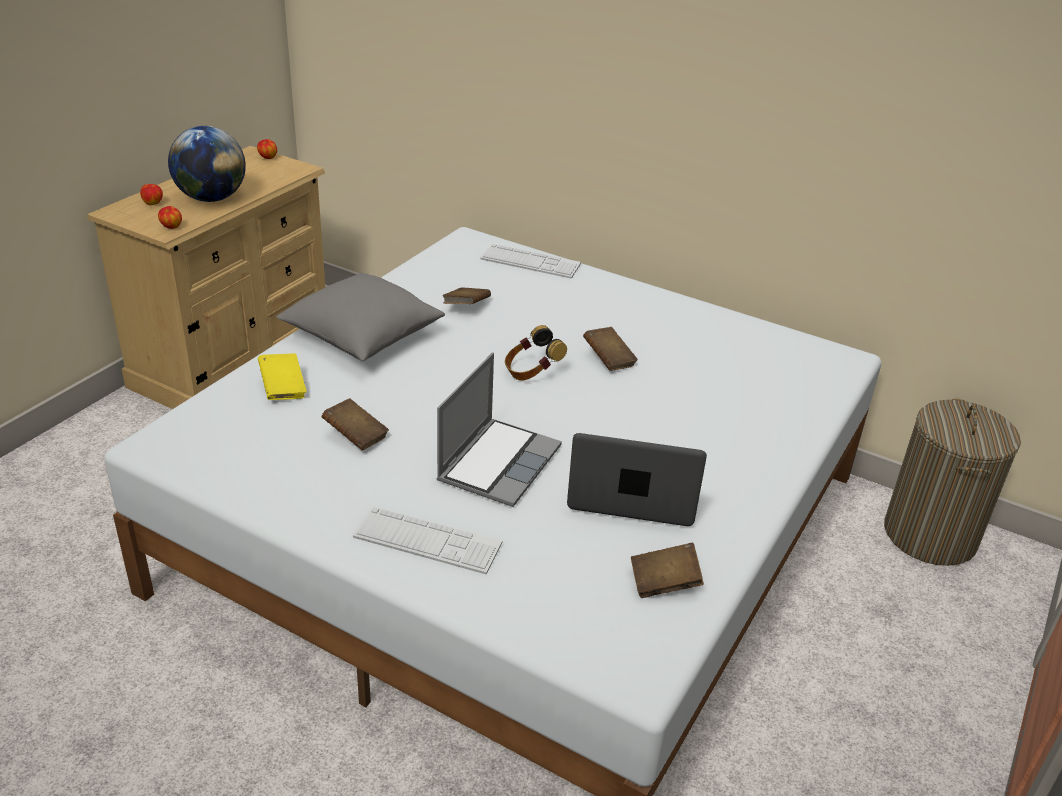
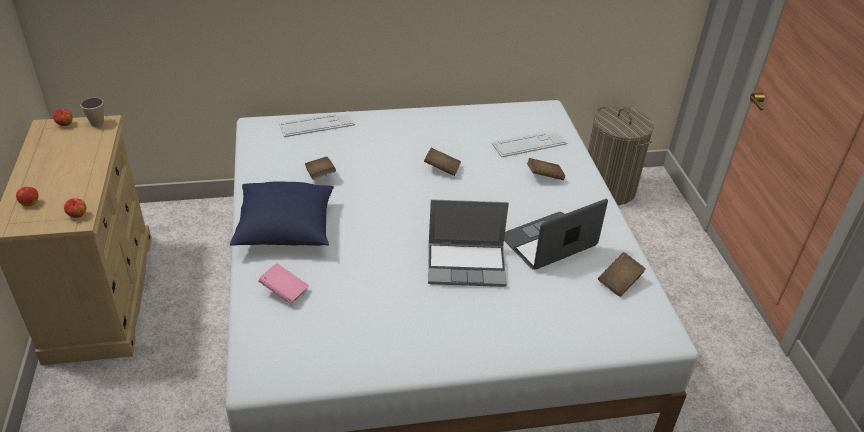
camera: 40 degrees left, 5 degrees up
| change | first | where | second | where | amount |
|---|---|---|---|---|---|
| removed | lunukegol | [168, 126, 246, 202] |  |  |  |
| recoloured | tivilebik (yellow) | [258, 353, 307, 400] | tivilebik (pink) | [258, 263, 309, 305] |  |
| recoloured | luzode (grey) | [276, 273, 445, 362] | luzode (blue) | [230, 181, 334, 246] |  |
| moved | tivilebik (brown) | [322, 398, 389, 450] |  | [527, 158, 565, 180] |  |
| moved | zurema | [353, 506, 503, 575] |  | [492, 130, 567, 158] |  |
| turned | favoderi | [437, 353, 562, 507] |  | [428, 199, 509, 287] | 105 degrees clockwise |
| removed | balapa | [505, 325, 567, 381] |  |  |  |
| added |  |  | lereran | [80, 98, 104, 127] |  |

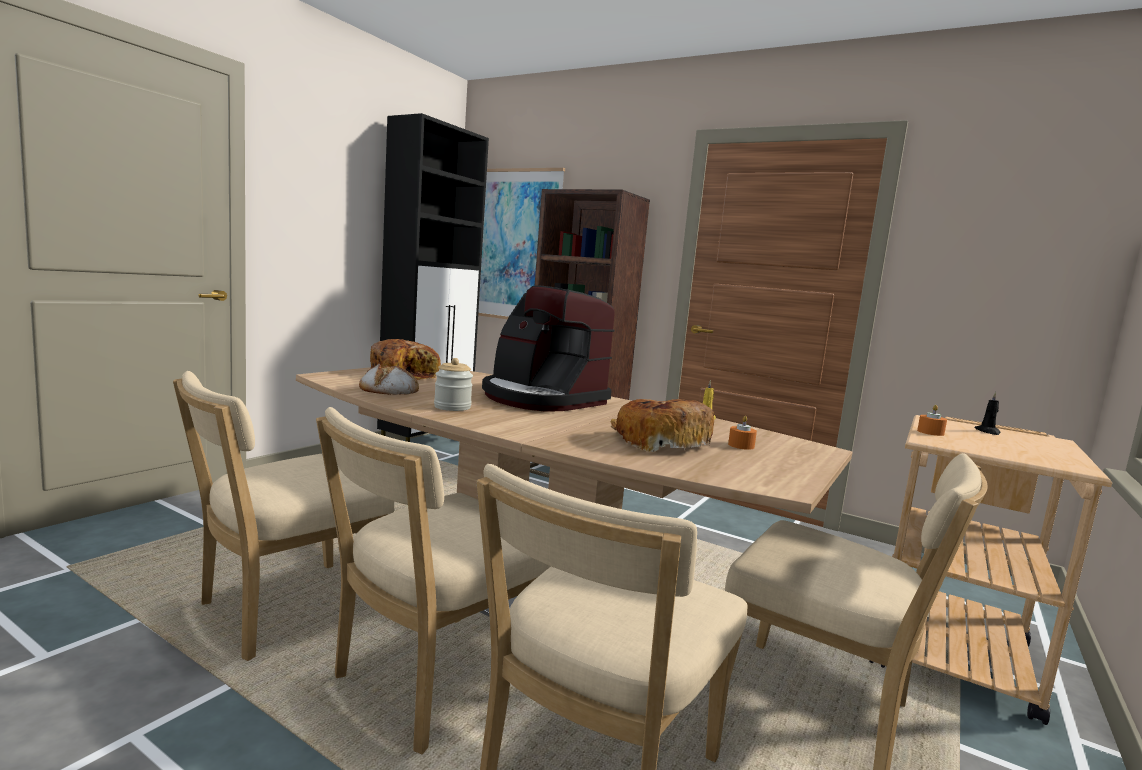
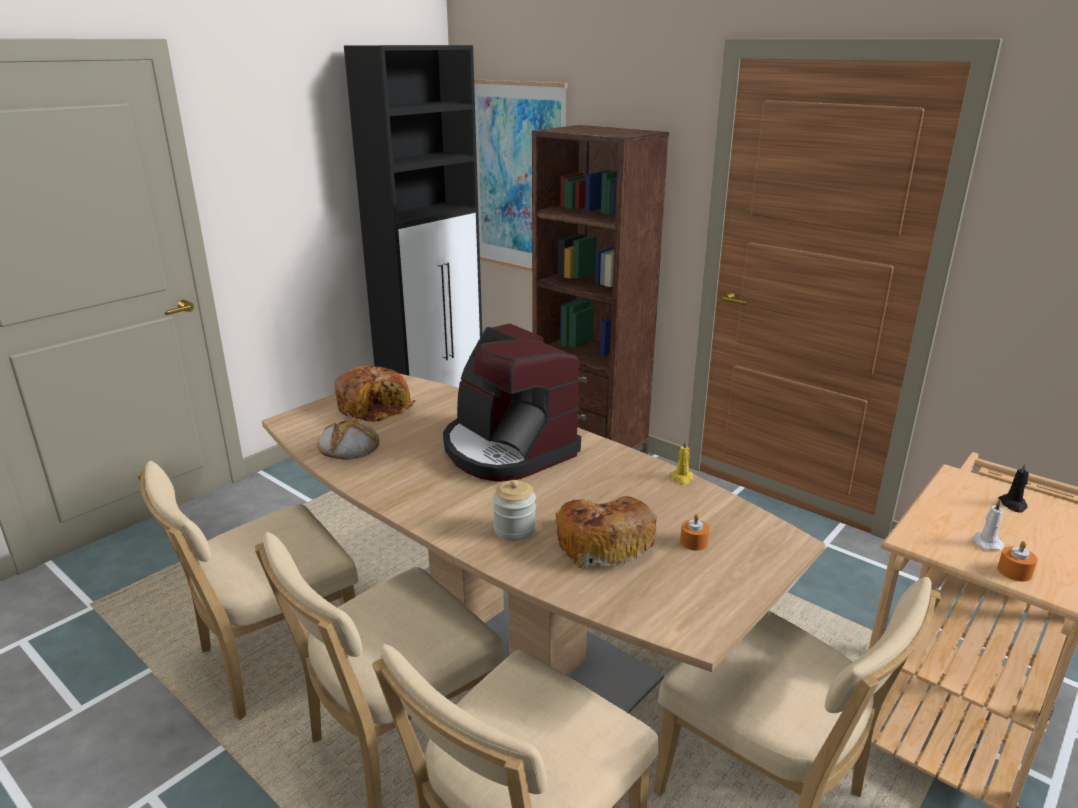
camera: 10 degrees right, 15 degrees up
| change | first | where | second | where | amount |
|---|---|---|---|---|---|
| moved | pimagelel | [434, 358, 473, 411] |  | [493, 480, 536, 541] |  |
| moved | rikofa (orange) | [917, 405, 947, 436] |  | [997, 541, 1038, 581] |  |
| added |  |  | rikofa (white) | [972, 499, 1004, 550] |  |

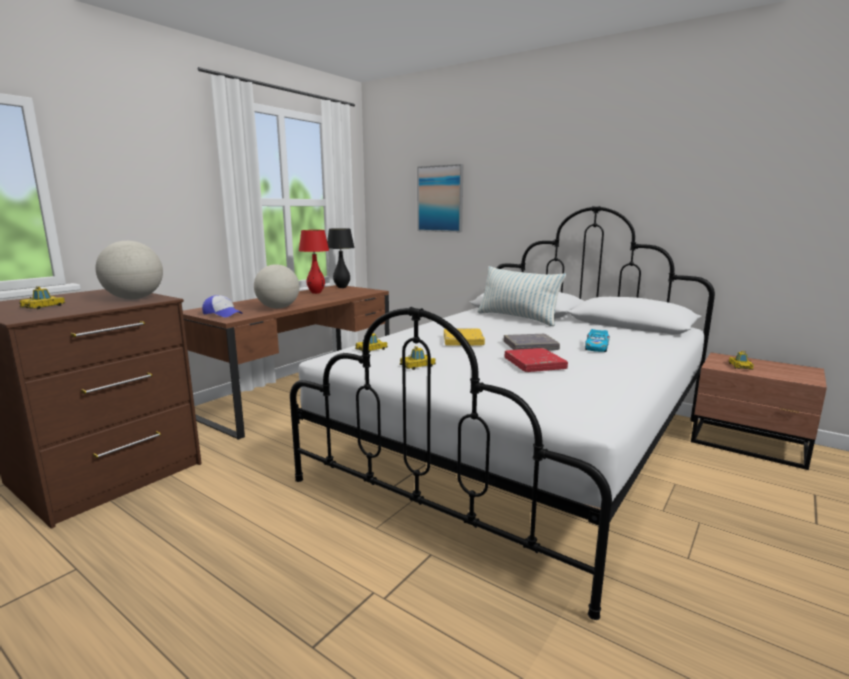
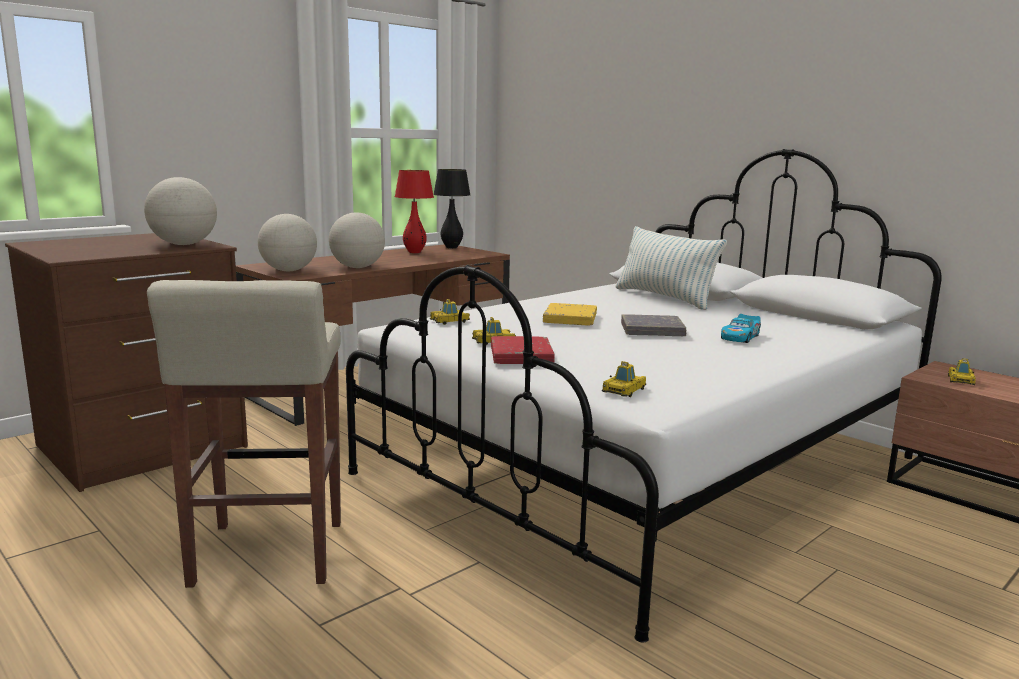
camera: 10 degrees right, 0 degrees up
| change | first | where | second | where | amount |
|---|---|---|---|---|---|
| moved | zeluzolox | [20, 286, 65, 310] |  | [602, 361, 646, 397] |  |
| replaced | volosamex | [202, 295, 243, 317] | lunukegol | [258, 214, 317, 271] |  |
| removed | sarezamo | [417, 164, 463, 232] |  |  |  |
| moved | tivilebik (red) | [505, 348, 568, 372] |  | [491, 336, 555, 364] |  |
| added |  |  | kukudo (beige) | [147, 280, 341, 588] |  |

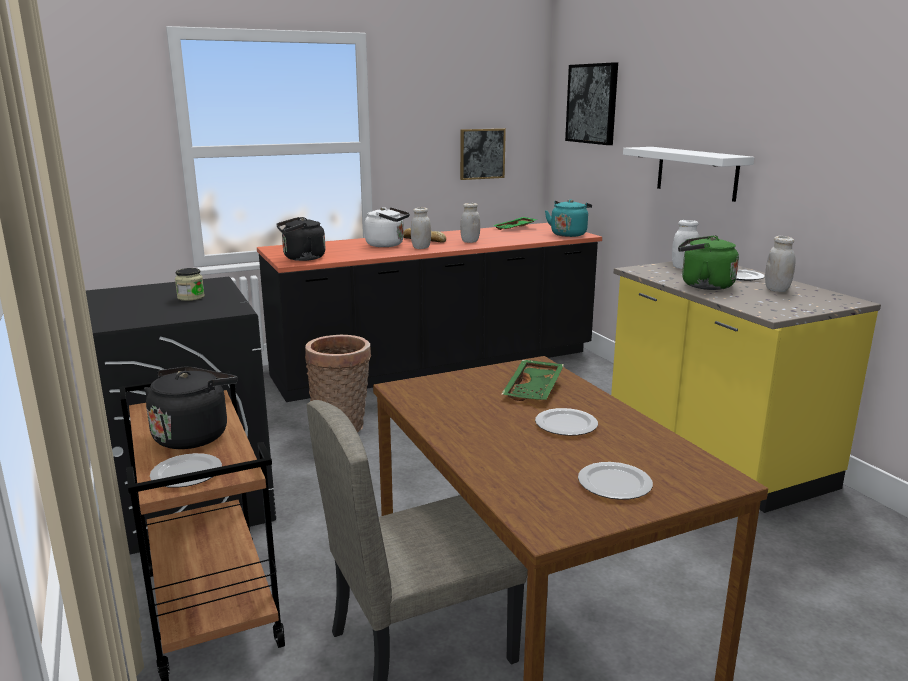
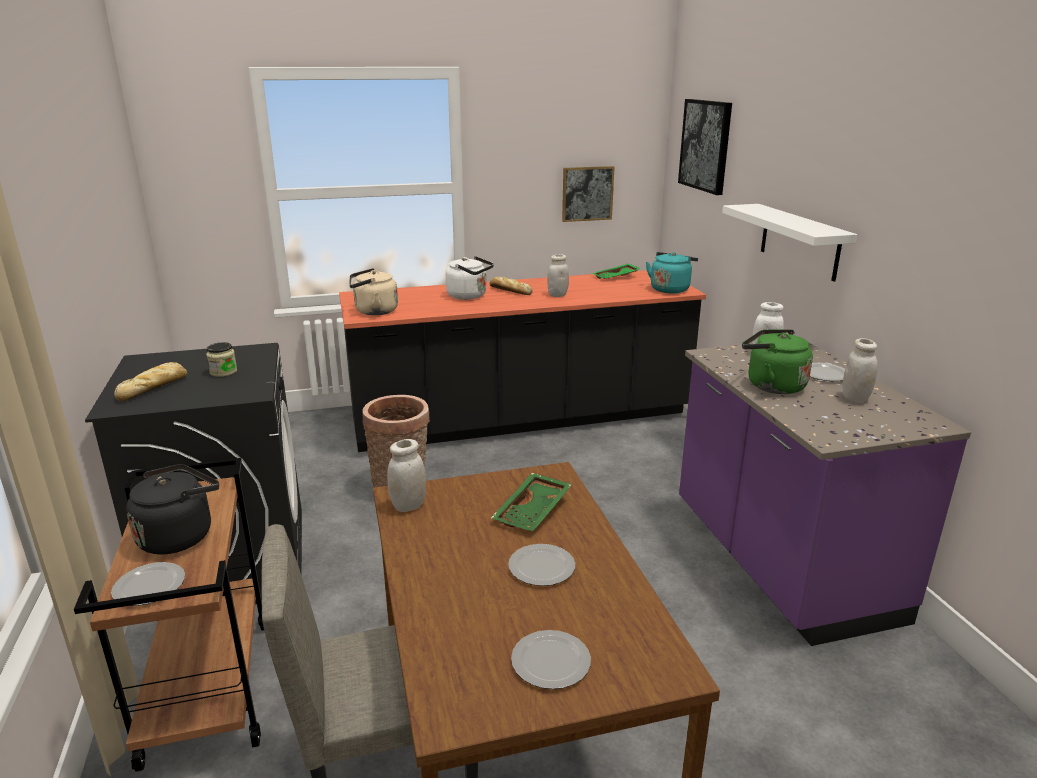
camera: 10 degrees right, 5 degrees up
| change | first | where | second | where | amount |
|---|---|---|---|---|---|
| recoloured | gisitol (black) | [276, 217, 326, 261] | gisitol (beige) | [349, 268, 398, 315] |  |
| moved | pimagelel (white) | [411, 207, 431, 249] |  | [387, 439, 426, 512] |  |
| recoloured | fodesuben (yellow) | [611, 261, 881, 513] | fodesuben (purple) | [679, 342, 971, 646] |  |
| added |  |  | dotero | [114, 362, 187, 402] |  |

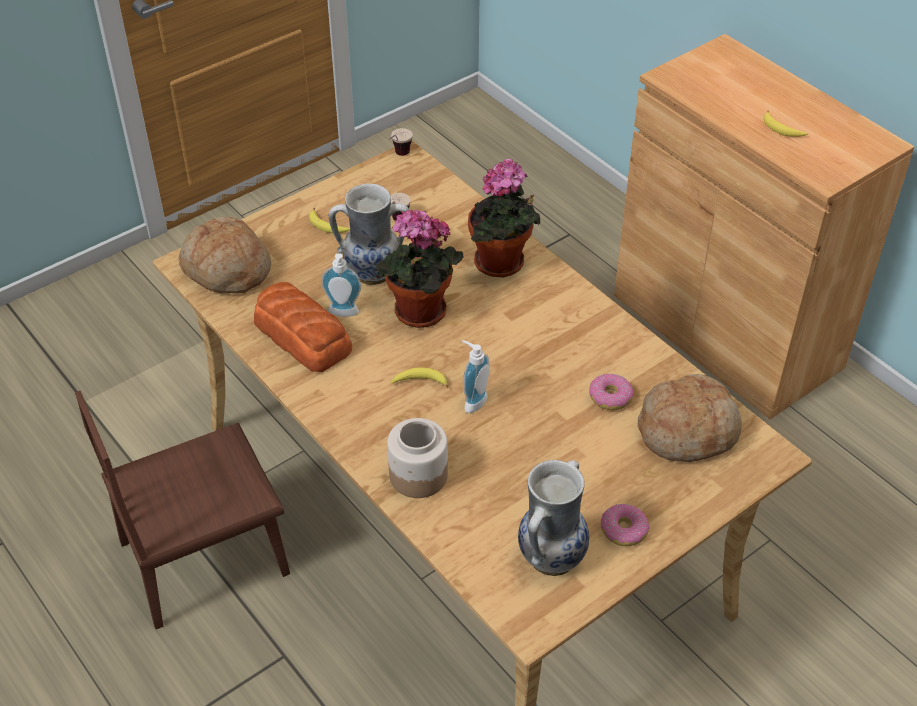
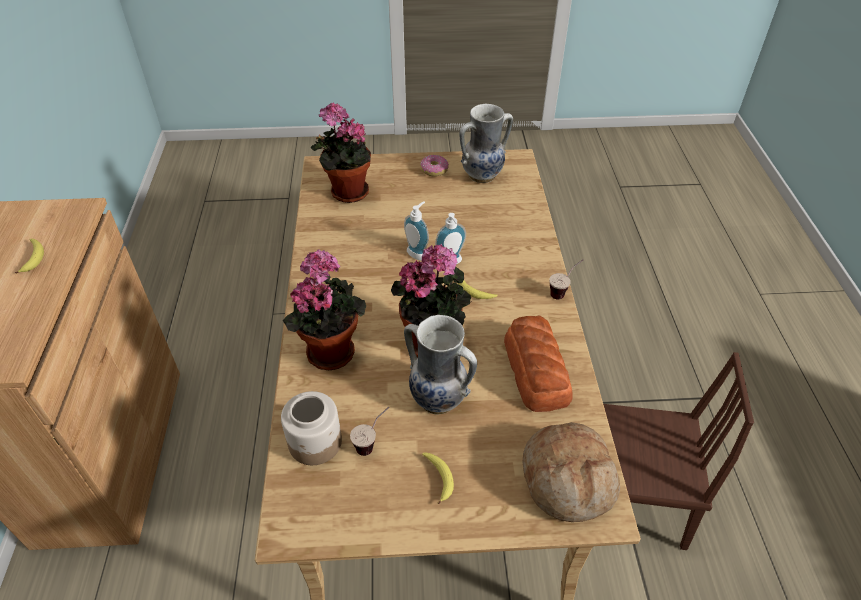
camera: 145 degrees left, 0 degrees up
| change | first | where | second | where | amount |
|---|---|---|---|---|---|
| moved | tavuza | [321, 253, 361, 317] |  | [404, 201, 429, 261] |  |
| moved | pimagelel | [387, 418, 448, 498] |  | [281, 391, 342, 465] |  |
| moved | lereran | [389, 128, 413, 156] |  | [549, 260, 583, 299] |  |
| removed | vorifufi | [589, 373, 634, 410] |  |  |  |
| replaced | dotero | [637, 374, 742, 462] | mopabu | [310, 103, 371, 203] |  |

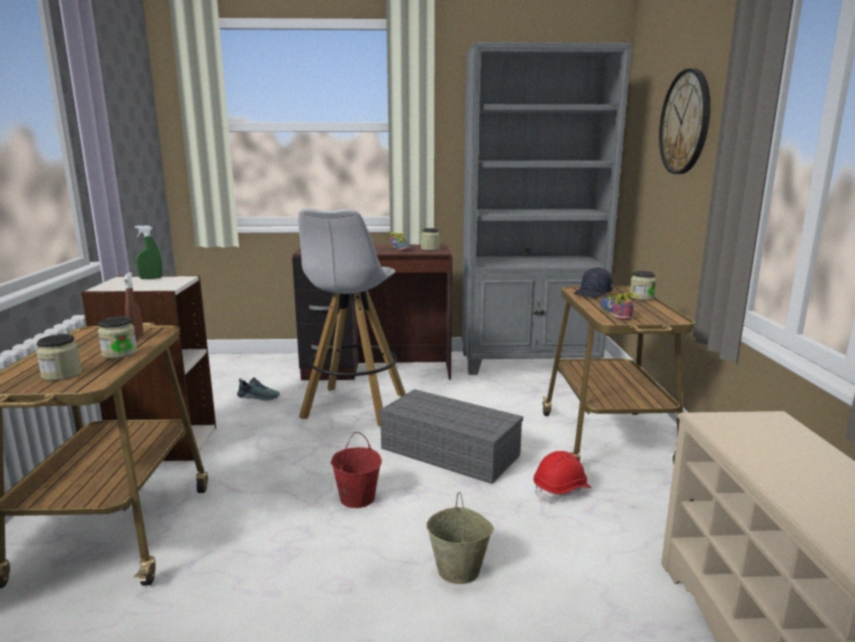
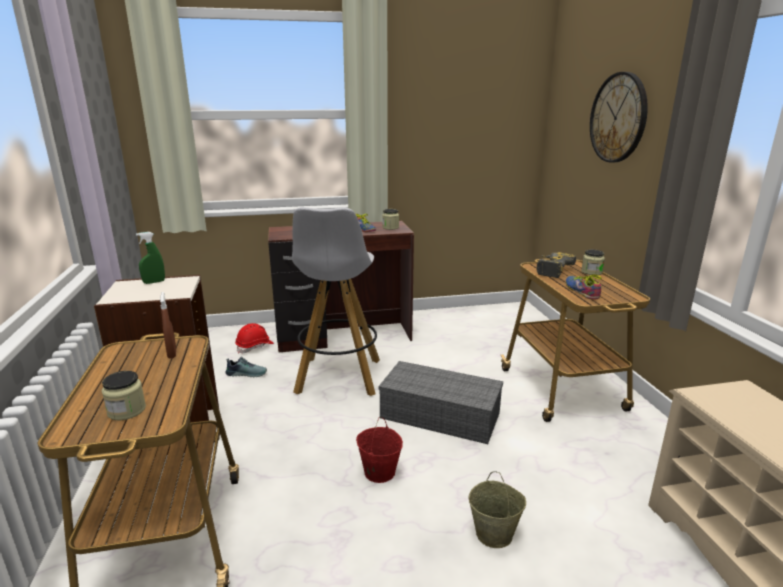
camera: 10 degrees left, 5 degrees up
| change | first | where | second | where | amount |
|---|---|---|---|---|---|
| removed | pimagelel | [98, 317, 138, 359] |  |  |  |
| removed | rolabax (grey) | [462, 42, 632, 375] |  |  |  |
| moved | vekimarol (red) | [533, 451, 591, 502] |  | [235, 323, 274, 354] |  |
| replaced | volosamex (black) | [573, 267, 613, 298] | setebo | [537, 252, 576, 278] |  |

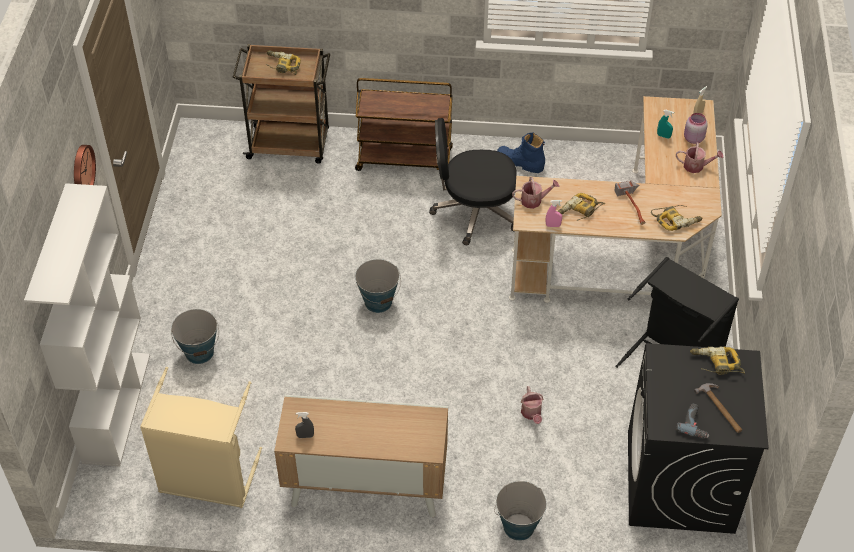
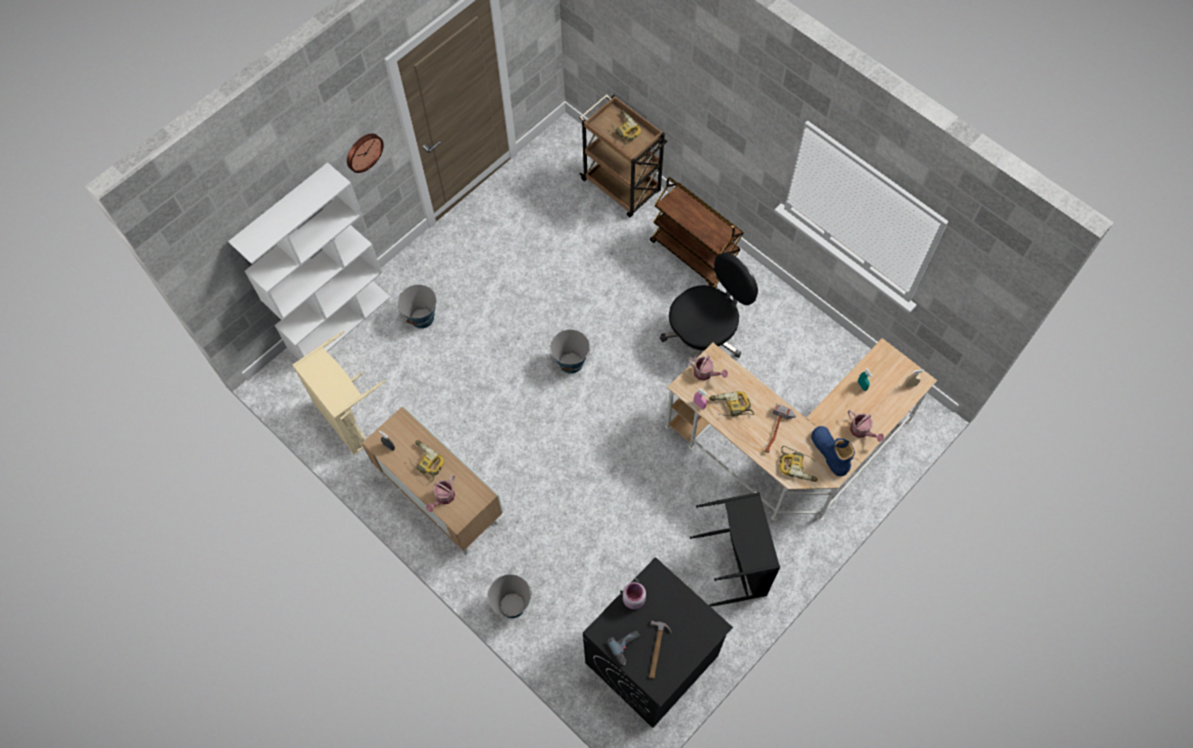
camera: 40 degrees right, 15 degrees up
| change | first | where | second | where | amount |
|---|---|---|---|---|---|
| turned | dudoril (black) | [429, 118, 516, 245] |  | [660, 253, 758, 359] | 105 degrees clockwise |
| moved | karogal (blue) | [497, 133, 545, 173] |  | [811, 426, 855, 476] |  |
| moved | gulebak | [521, 386, 544, 424] |  | [426, 474, 455, 512] |  |
| moved | pimagelel (pink) | [684, 113, 708, 144] |  | [623, 582, 646, 609] |  |
| moved | setebo | [690, 346, 745, 375] |  | [409, 440, 445, 482] |  |

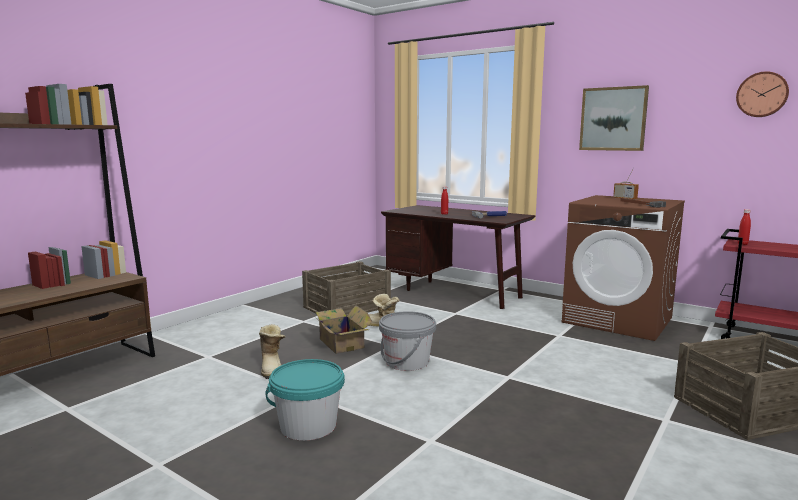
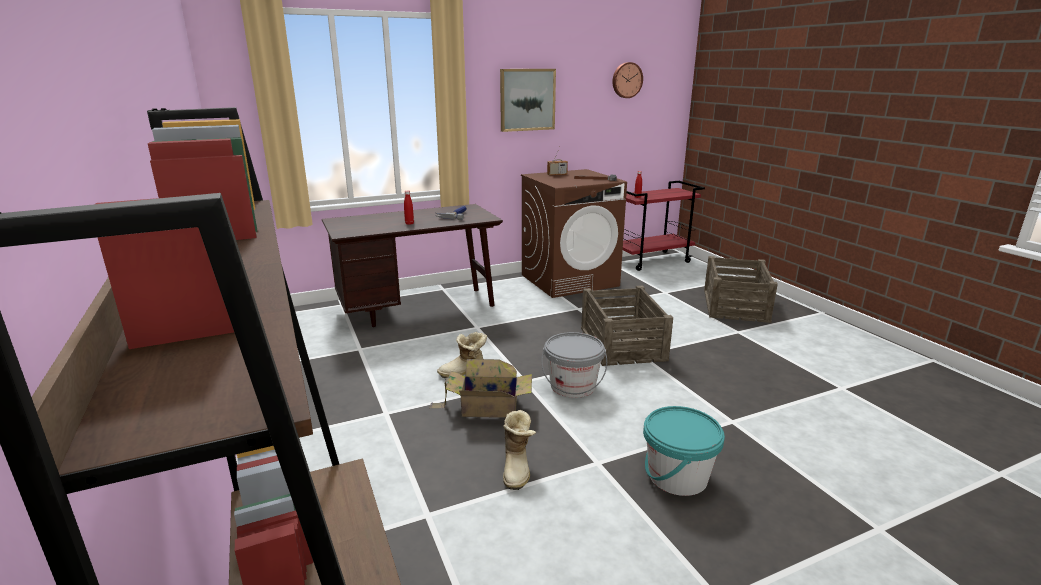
camera: 60 degrees left, 10 degrees up
| change | first | where | second | where | amount |
|---|---|---|---|---|---|
| turned | karogal | [259, 324, 286, 379] |  | [503, 410, 536, 490] | 75 degrees clockwise |
| moved | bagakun | [302, 261, 391, 316] |  | [581, 286, 673, 366] |  |

